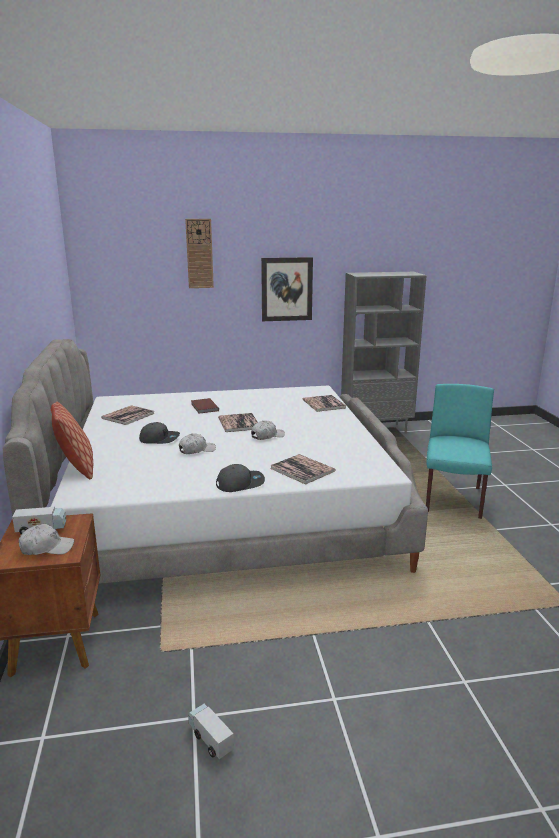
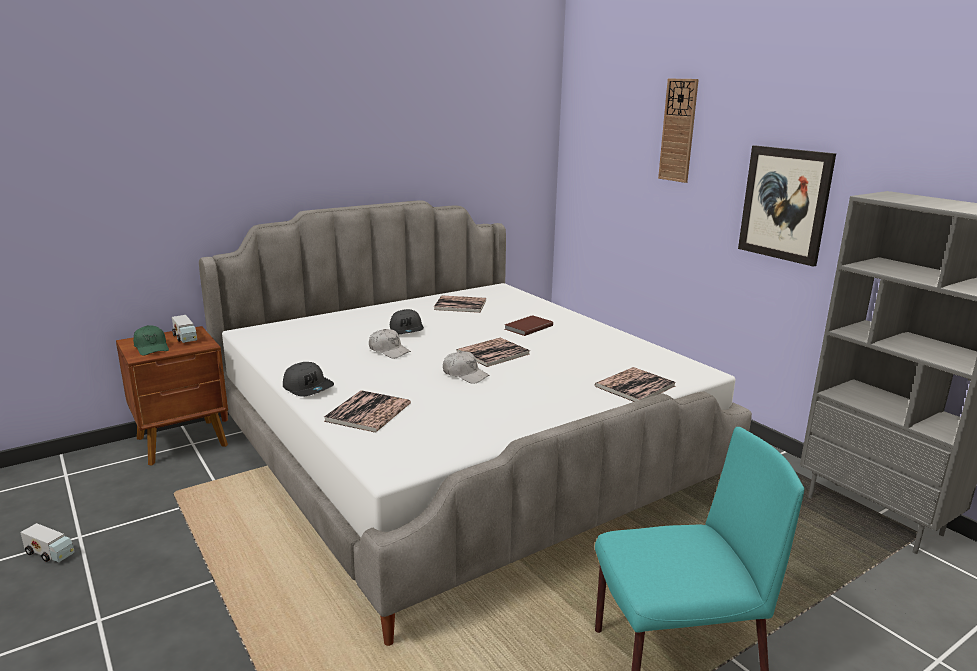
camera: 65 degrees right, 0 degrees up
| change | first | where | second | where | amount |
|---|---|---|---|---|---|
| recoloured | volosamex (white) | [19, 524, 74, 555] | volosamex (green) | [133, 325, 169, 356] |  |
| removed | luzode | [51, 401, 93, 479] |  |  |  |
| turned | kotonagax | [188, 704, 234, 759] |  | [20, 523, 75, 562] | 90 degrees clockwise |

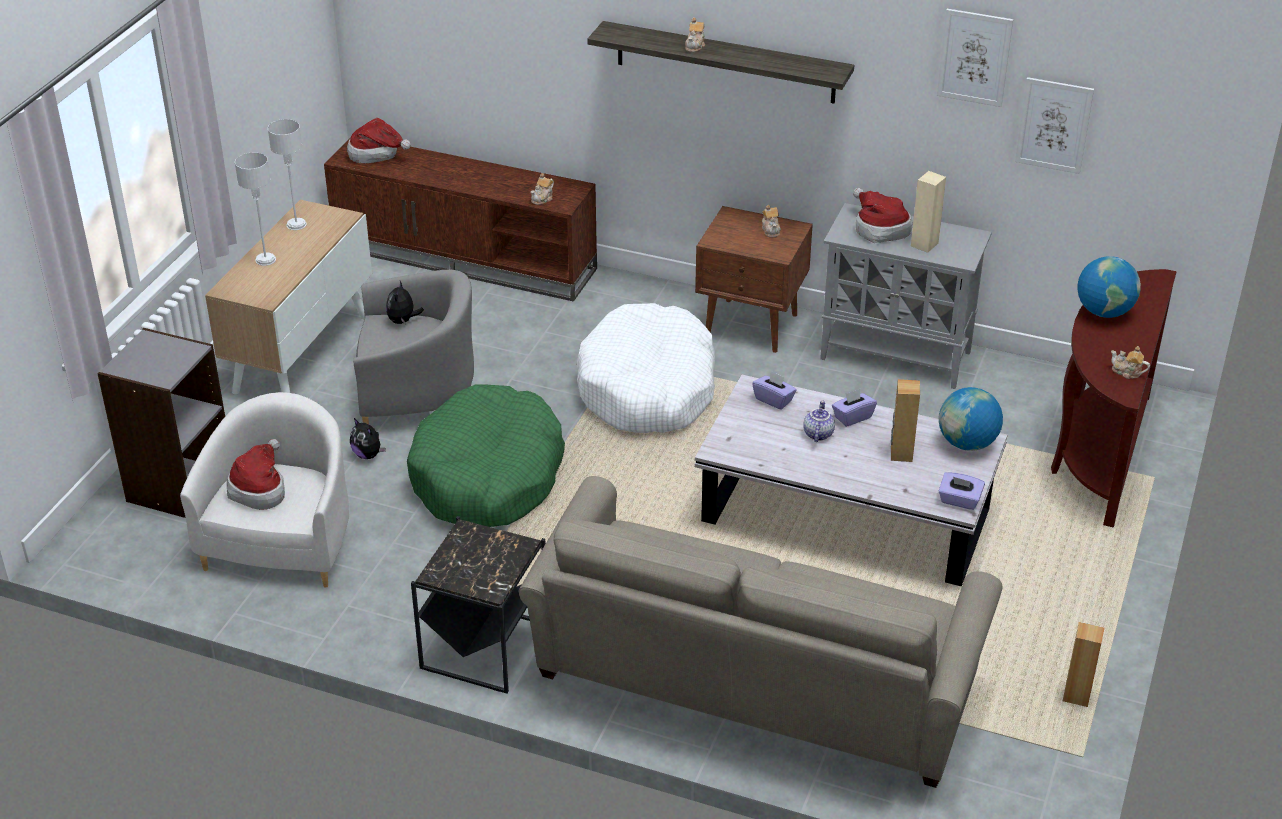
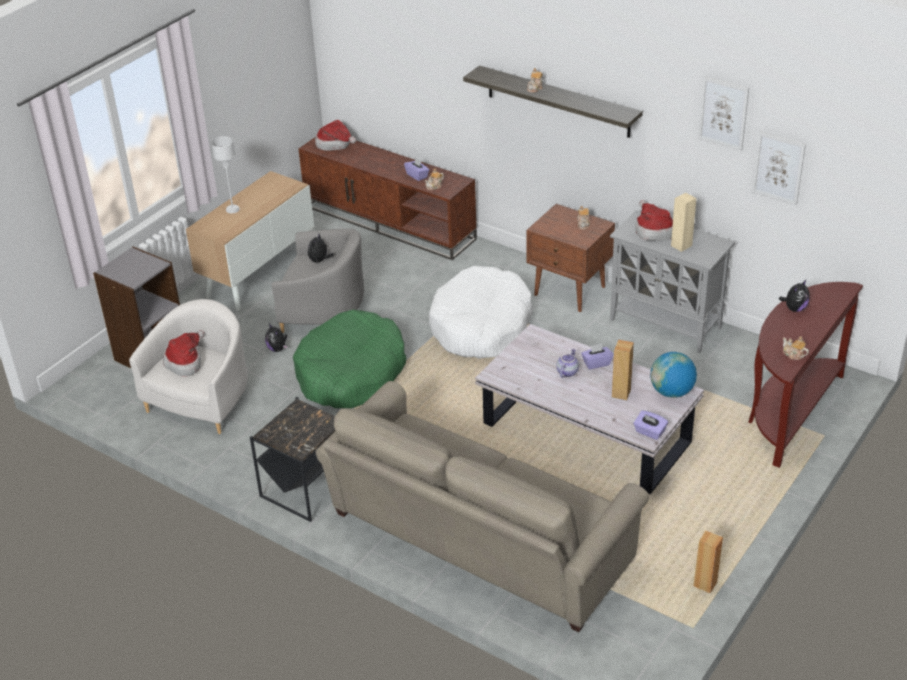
camera: 15 degrees right, 0 degrees up
| change | first | where | second | where | amount |
|---|---|---|---|---|---|
| removed | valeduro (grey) | [268, 119, 307, 230] |  |  |  |
| moved | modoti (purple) | [752, 371, 796, 410] |  | [404, 158, 430, 181] |  |
| replaced | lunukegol | [1078, 256, 1141, 318] | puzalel | [779, 280, 810, 312] |  |

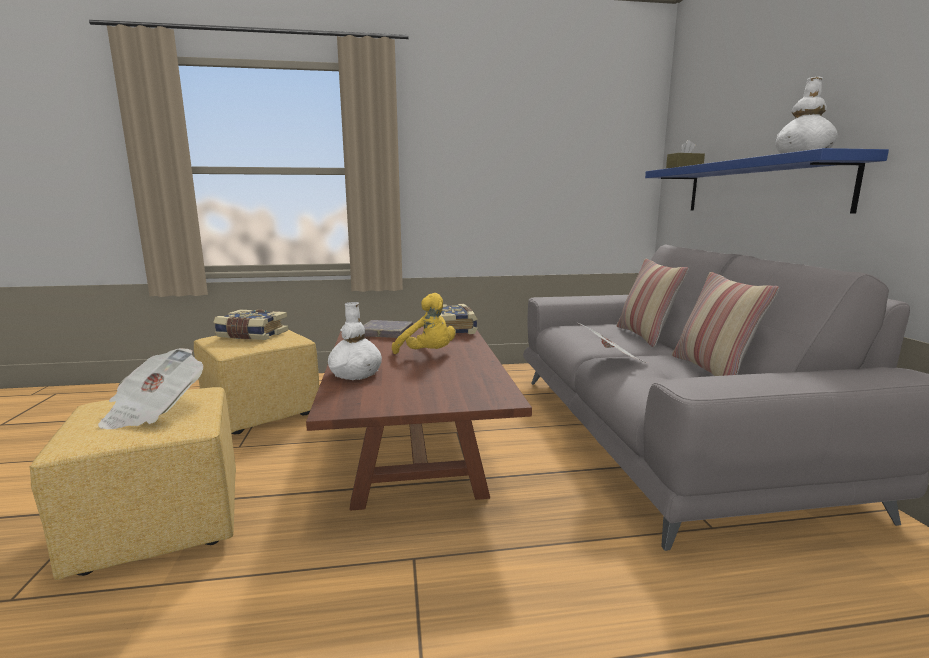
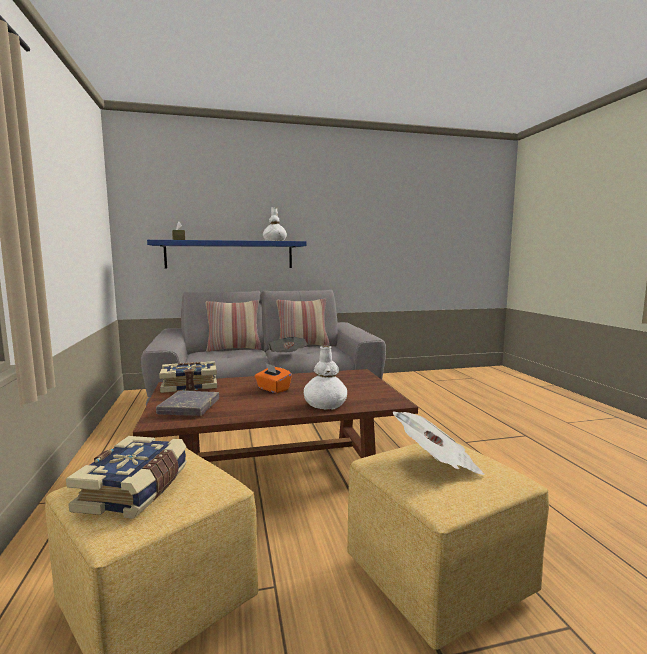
camera: 95 degrees left, 5 degrees down
| change | first | where | second | where | amount |
|---|---|---|---|---|---|
| replaced | puzalel (yellow) | [392, 293, 455, 354] | modoti (orange) | [255, 363, 292, 393] |  |

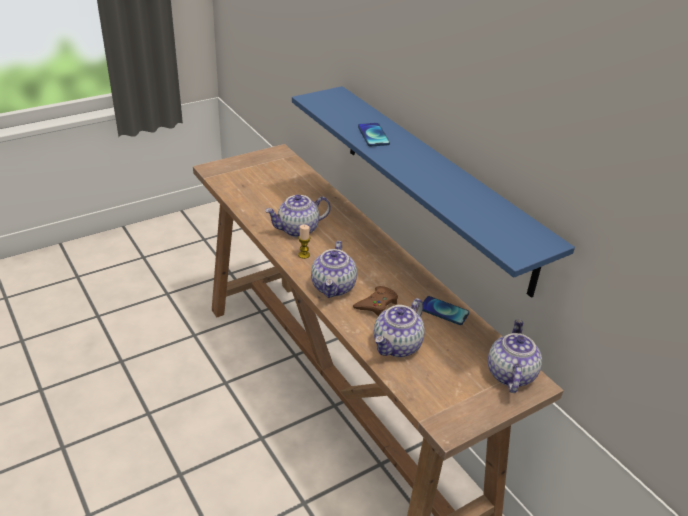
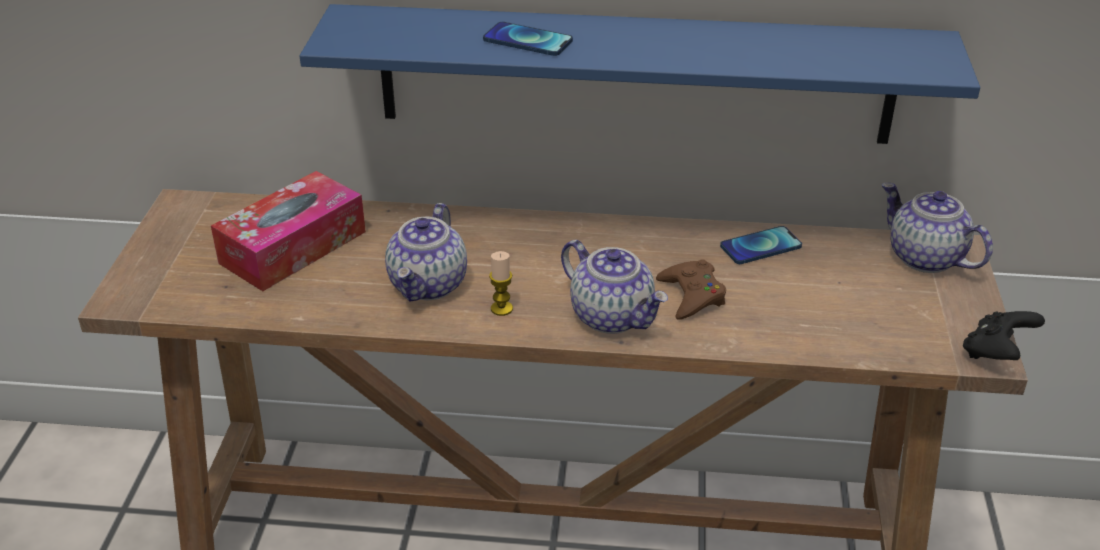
camera: 50 degrees left, 0 degrees up
| change | first | where | second | where | amount |
|---|---|---|---|---|---|
| removed | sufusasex | [374, 298, 425, 357] |  |  |  |
| added |  |  | modoti | [211, 171, 366, 291] |  |
| added |  |  | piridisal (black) | [963, 311, 1045, 360] |  |

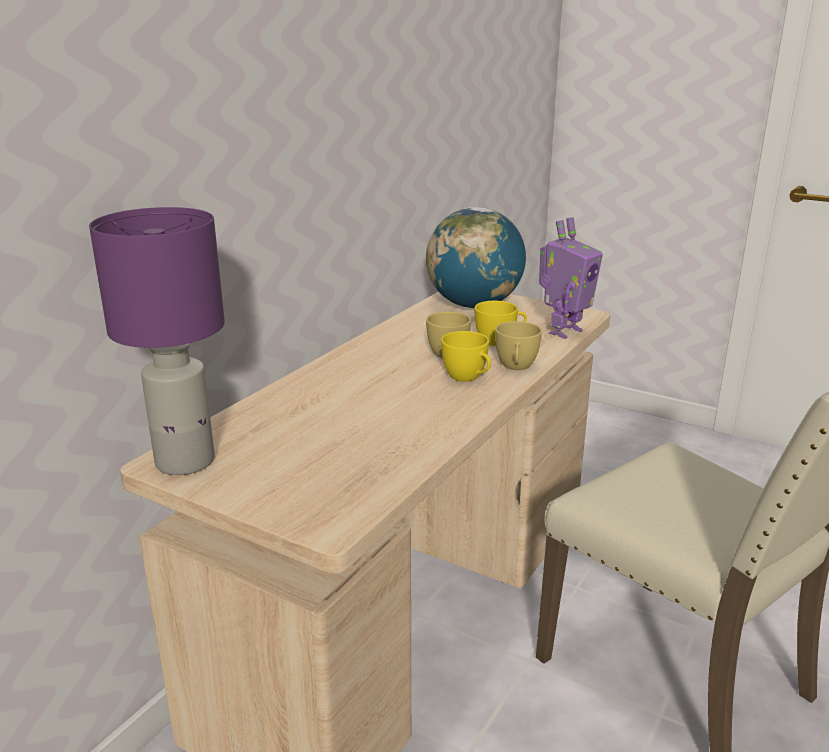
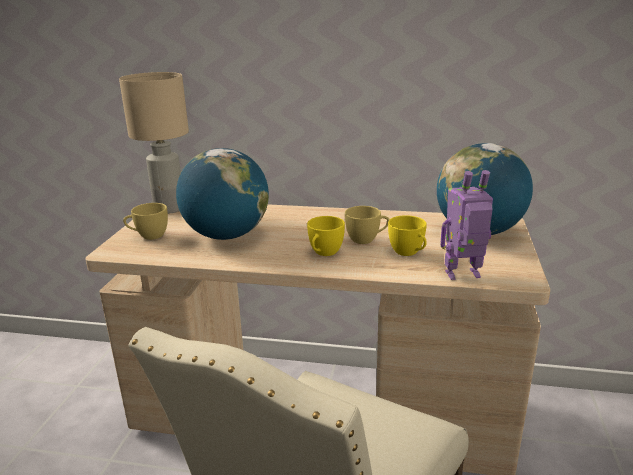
camera: 70 degrees right, 0 degrees up
| change | first | where | second | where | amount |
|---|---|---|---|---|---|
| recoloured | valeduro (purple) | [89, 207, 225, 475] | valeduro (beige) | [119, 72, 189, 214] |  |
| moved | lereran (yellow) | [495, 321, 542, 370] |  | [123, 203, 168, 240] |  |
| turned | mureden | [539, 217, 603, 339] |  | [440, 170, 493, 280] | 150 degrees clockwise |
| added |  |  | lunukegol | [176, 148, 269, 240] |  |

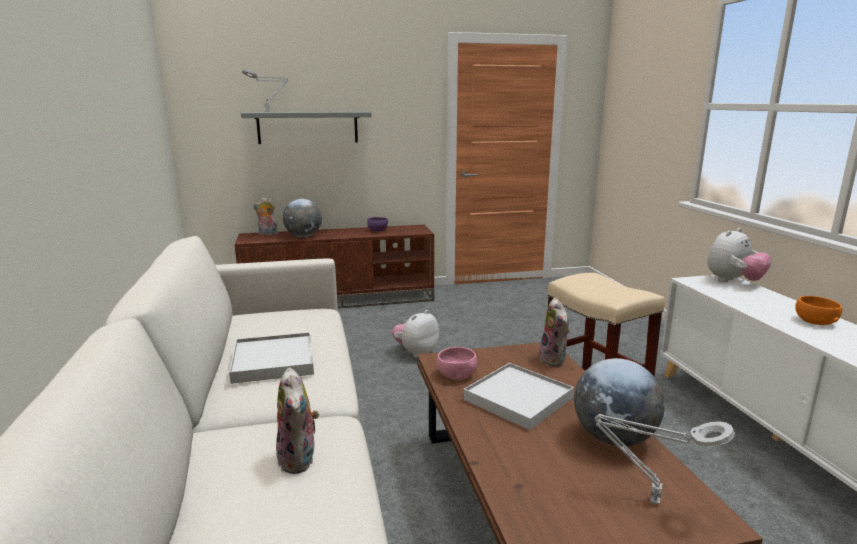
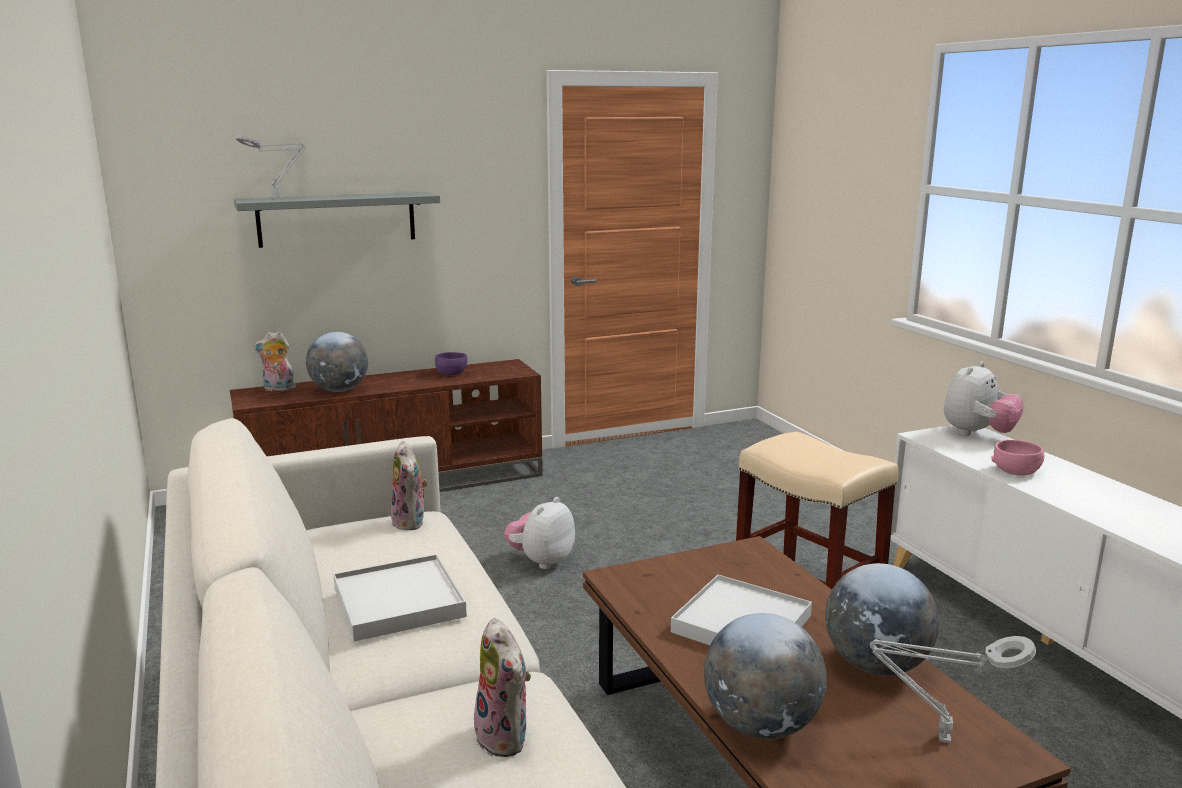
camera: 10 degrees left, 0 degrees up
| change | first | where | second | where | amount |
|---|---|---|---|---|---|
| moved | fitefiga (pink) | [437, 347, 478, 380] |  | [991, 440, 1045, 475] |  |
| moved | puzalel | [539, 298, 570, 367] |  | [390, 441, 428, 530] |  |
| removed | fitefiga (orange) | [795, 296, 842, 325] |  |  |  |
| added |  |  | lunukegol | [704, 613, 827, 739] |  |

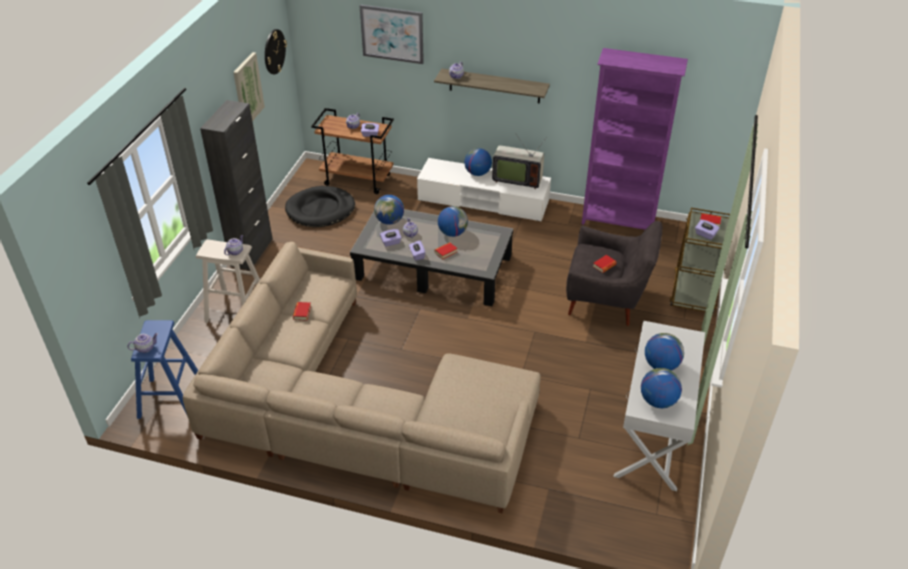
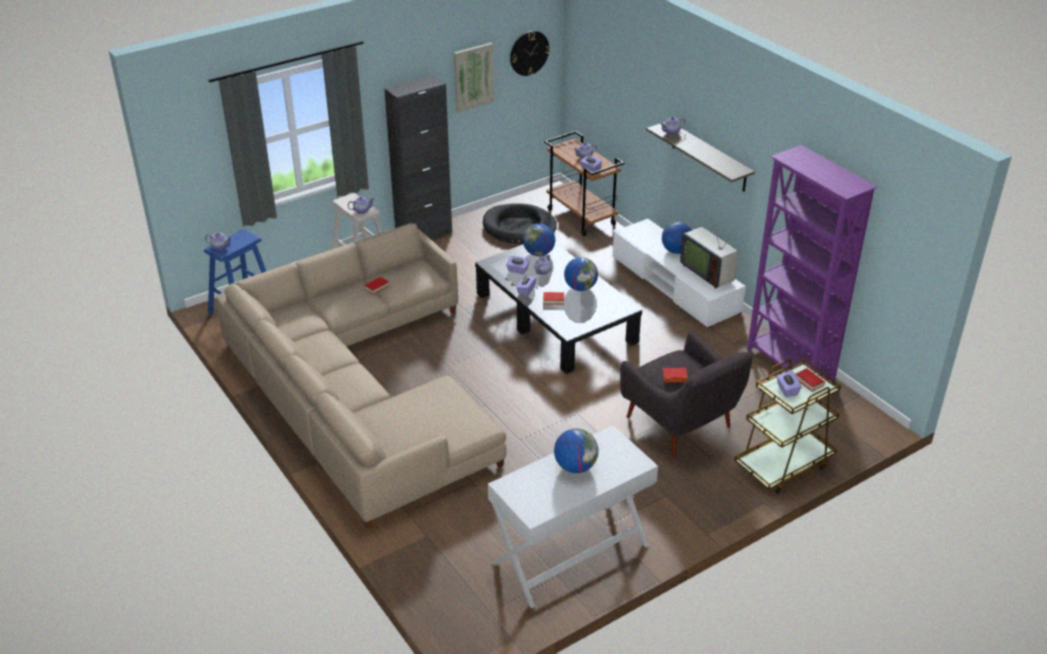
camera: 40 degrees right, 5 degrees down
| change | first | where | second | where | amount |
|---|---|---|---|---|---|
| removed | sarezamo | [360, 4, 424, 64] |  |  |  |
| removed | lunukegol | [641, 368, 682, 408] |  |  |  |

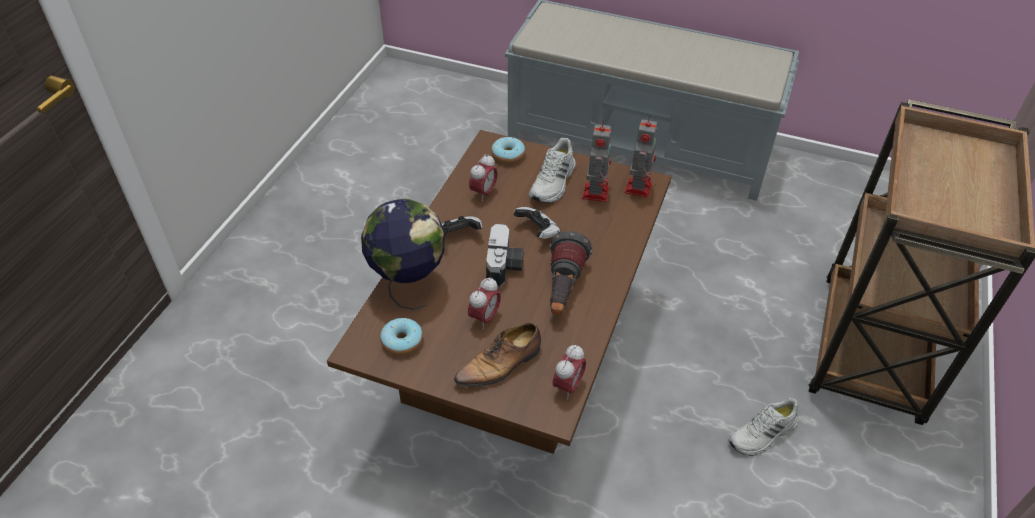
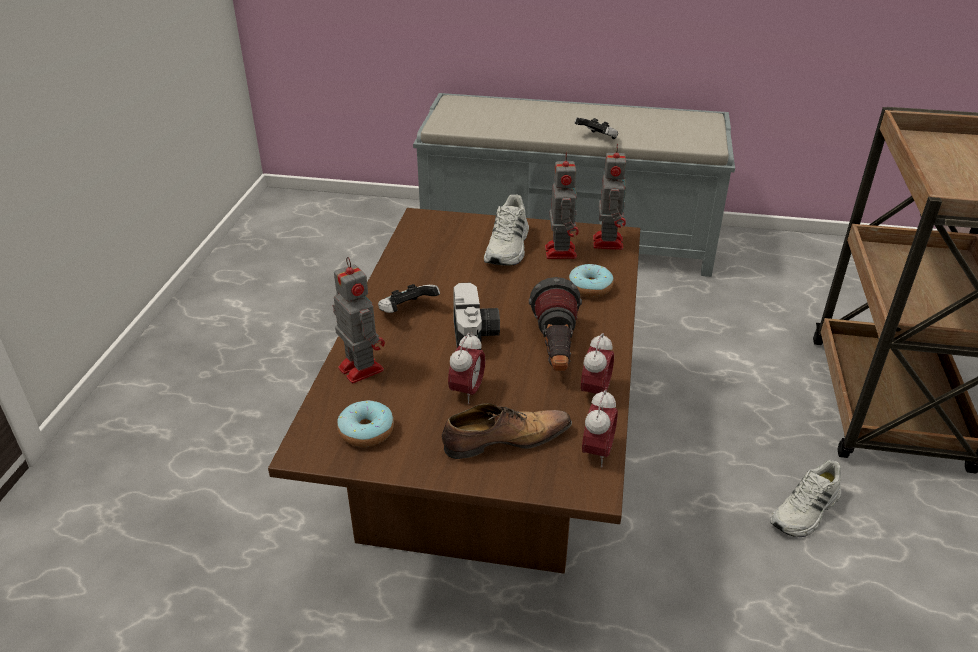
camera: 10 degrees left, 10 degrees down
| change | first | where | second | where | amount |
|---|---|---|---|---|---|
| replaced | lunukegol | [361, 199, 445, 310] | mureden | [333, 257, 385, 384] |  |
| turned | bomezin | [453, 323, 541, 391] |  | [442, 403, 572, 459] | 150 degrees counterclockwise |
| moved | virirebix | [469, 154, 498, 201] |  | [581, 333, 614, 394] |  |
| moved | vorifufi | [491, 137, 525, 164] |  | [568, 264, 613, 298] |  |
| moved | piridisal | [513, 207, 560, 239] |  | [574, 118, 618, 139] |  |

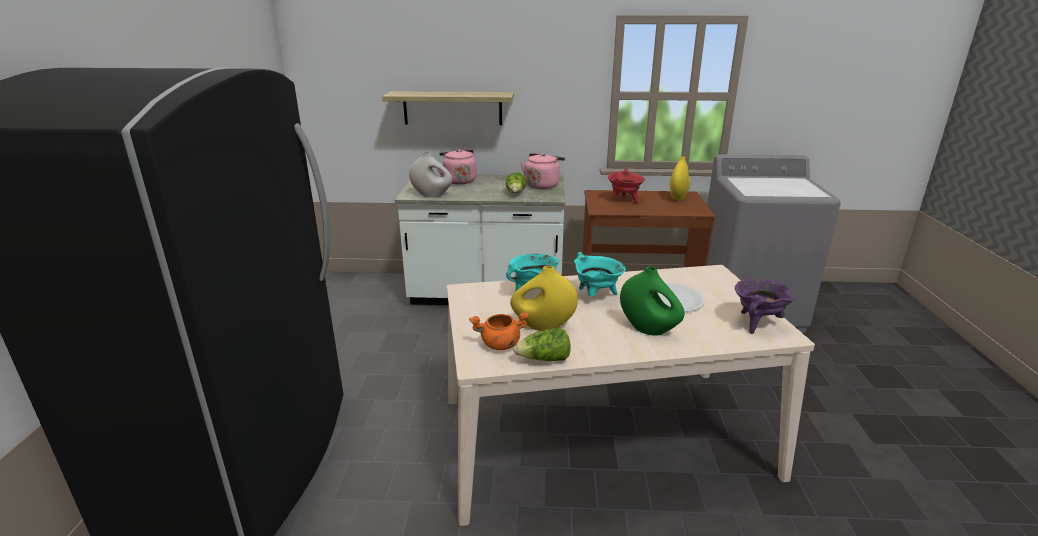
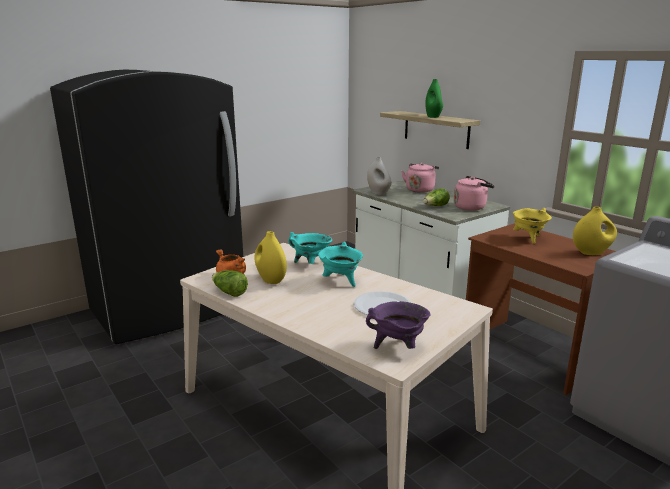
camera: 50 degrees right, 5 degrees down
| change | first | where | second | where | amount |
|---|---|---|---|---|---|
| recoloured | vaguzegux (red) | [608, 168, 645, 203] | vaguzegux (yellow) | [513, 208, 552, 244] |  |
| moved | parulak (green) | [620, 266, 685, 336] |  | [425, 79, 443, 118] |  |

